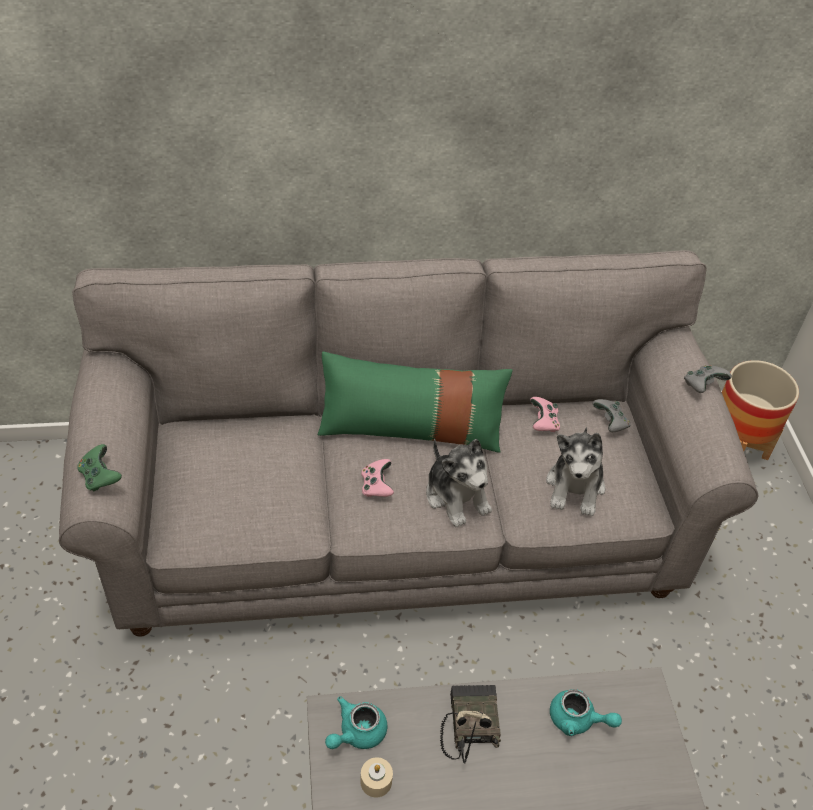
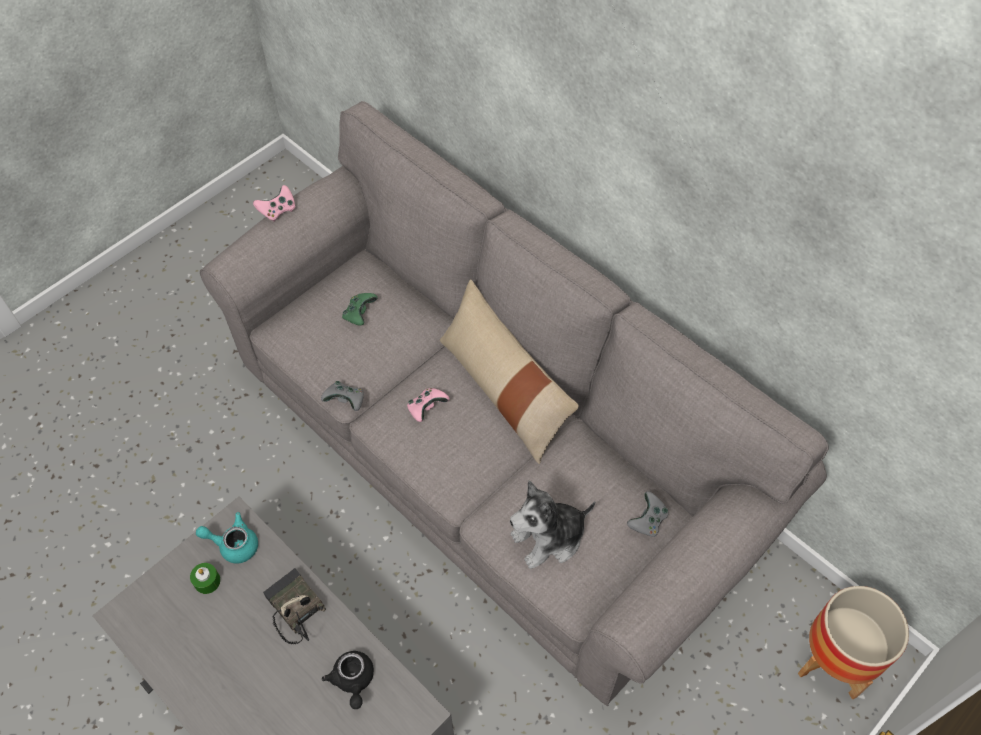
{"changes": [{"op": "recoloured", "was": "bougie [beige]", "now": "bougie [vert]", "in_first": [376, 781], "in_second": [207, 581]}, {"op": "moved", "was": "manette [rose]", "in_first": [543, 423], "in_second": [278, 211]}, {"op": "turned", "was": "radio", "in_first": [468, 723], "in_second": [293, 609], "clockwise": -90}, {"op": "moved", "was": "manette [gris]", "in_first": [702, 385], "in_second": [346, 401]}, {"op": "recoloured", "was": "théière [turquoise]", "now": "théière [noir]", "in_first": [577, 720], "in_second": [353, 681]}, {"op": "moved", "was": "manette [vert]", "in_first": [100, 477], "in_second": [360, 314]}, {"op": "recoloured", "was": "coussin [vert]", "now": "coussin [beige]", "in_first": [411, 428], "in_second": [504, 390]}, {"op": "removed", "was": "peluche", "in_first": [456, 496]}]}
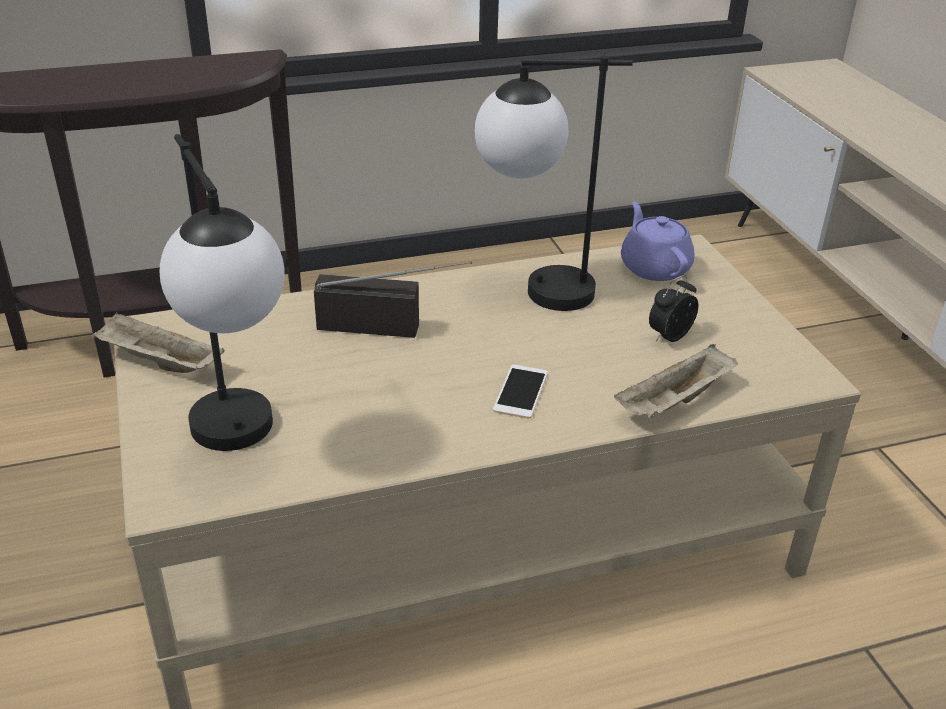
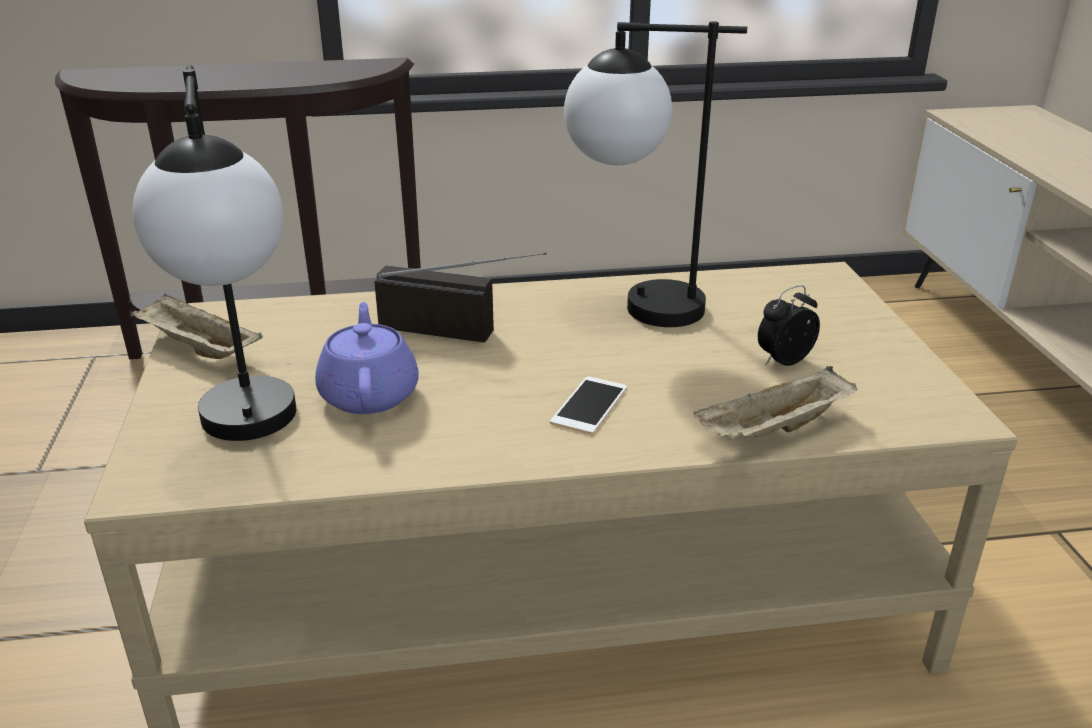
{"changes": [{"op": "moved", "was": "théière [violet]", "in_first": [654, 267], "in_second": [369, 394]}]}
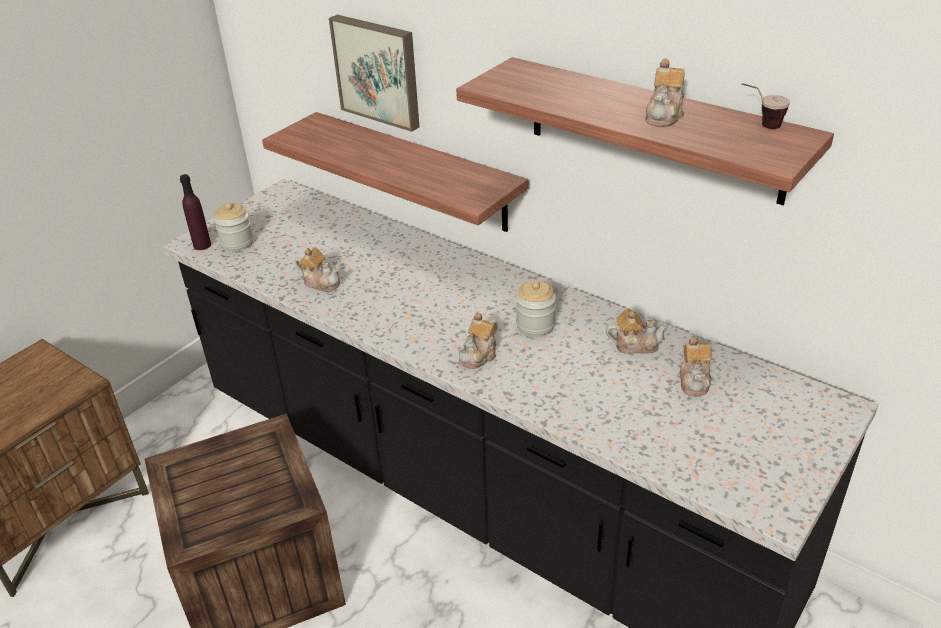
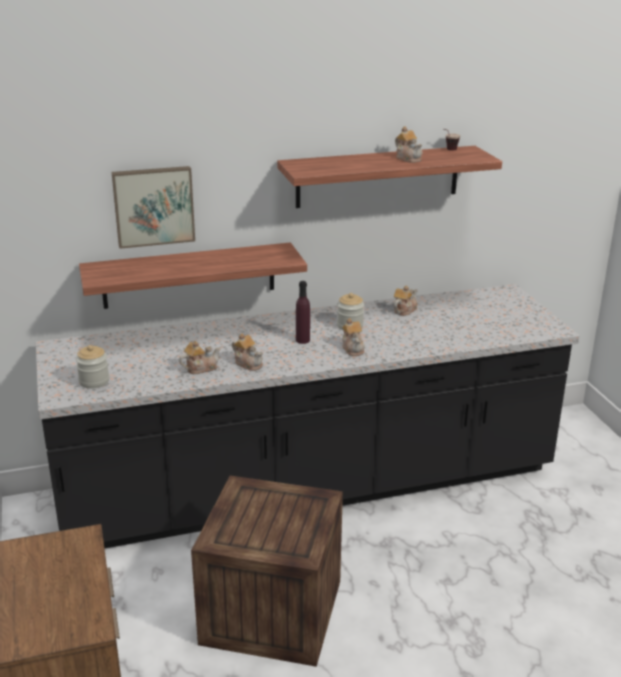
{"changes": [{"op": "moved", "was": "théière", "in_first": [694, 380], "in_second": [248, 363]}, {"op": "moved", "was": "bouteille [violet]", "in_first": [202, 245], "in_second": [302, 340]}]}
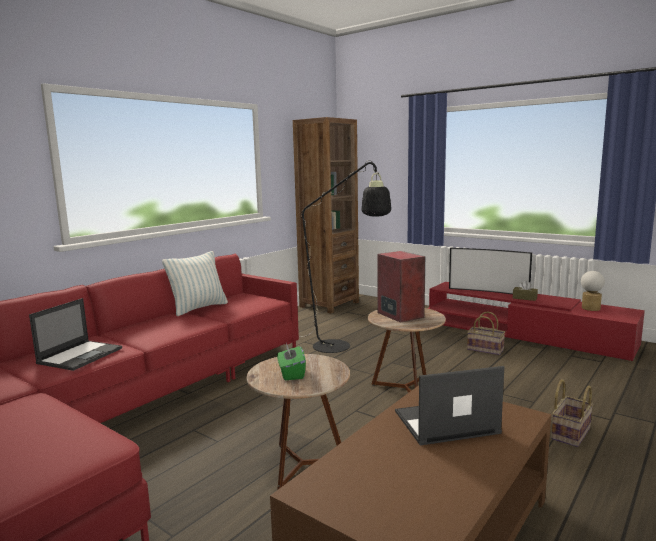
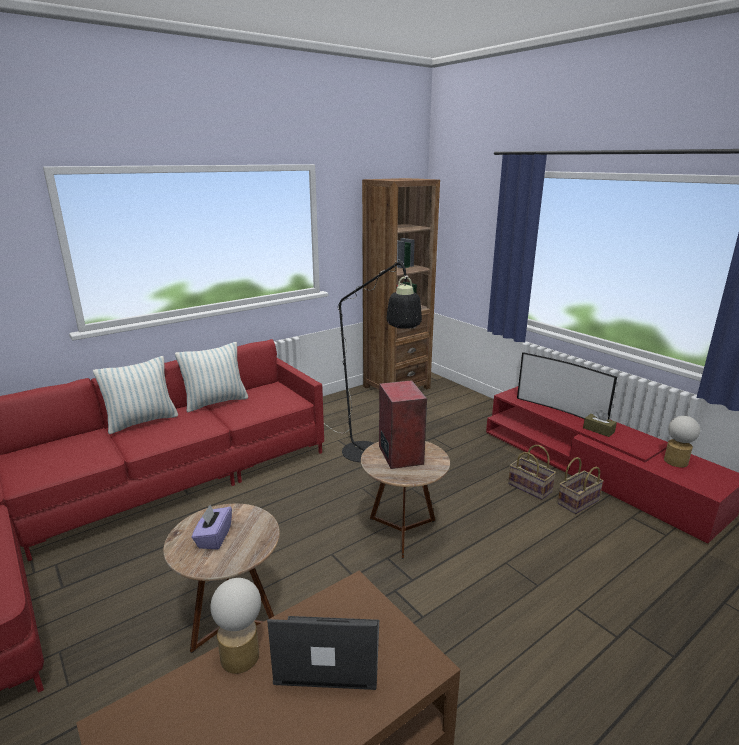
{"changes": [{"op": "added", "now": "coussin", "in_second": [142, 421]}, {"op": "recoloured", "was": "boîte à mouchoirs [vert]", "now": "boîte à mouchoirs [violet]", "in_first": [291, 373], "in_second": [214, 538]}, {"op": "added", "now": "lampe de table", "in_second": [241, 651]}, {"op": "moved", "was": "panier", "in_first": [570, 432], "in_second": [578, 501]}, {"op": "removed", "was": "ordinateur portable", "in_first": [81, 355]}]}
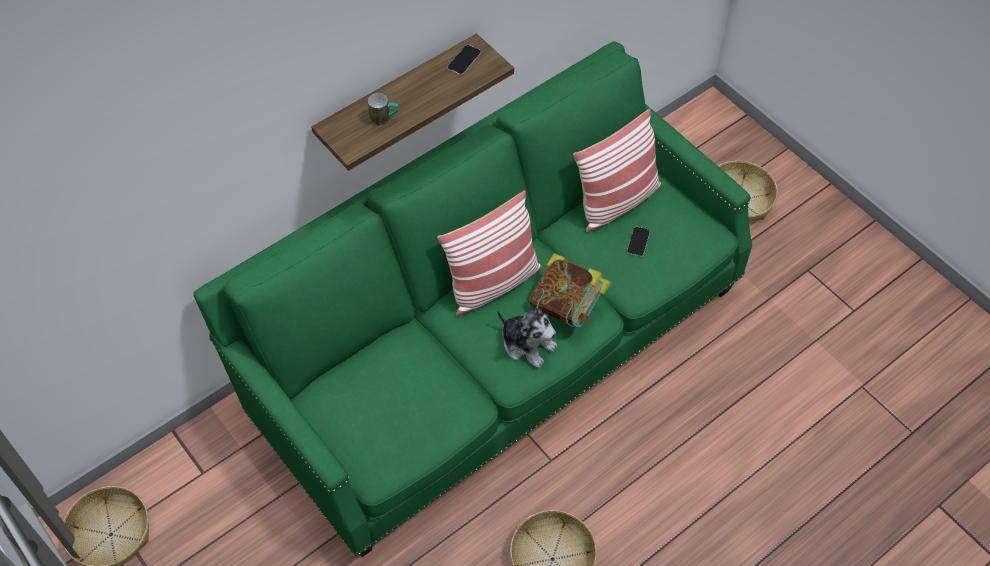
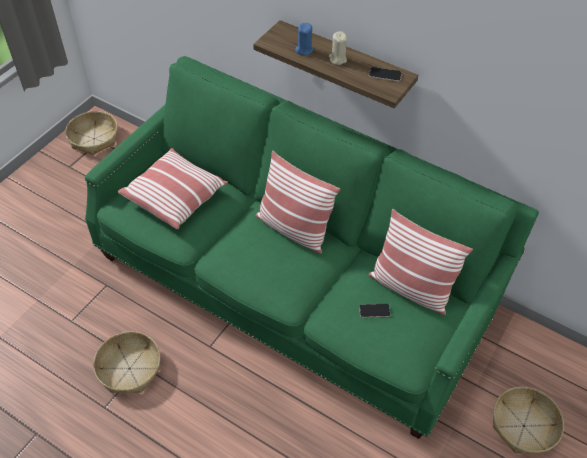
{"changes": [{"op": "added", "now": "coussin", "in_second": [175, 197]}, {"op": "replaced", "was": "mug", "now": "bougie [bleu]", "in_first": [384, 119], "in_second": [304, 50]}, {"op": "added", "now": "bougie [beige]", "in_second": [337, 59]}, {"op": "removed", "was": "peluche", "in_first": [527, 344]}, {"op": "removed", "was": "livre", "in_first": [567, 307]}]}
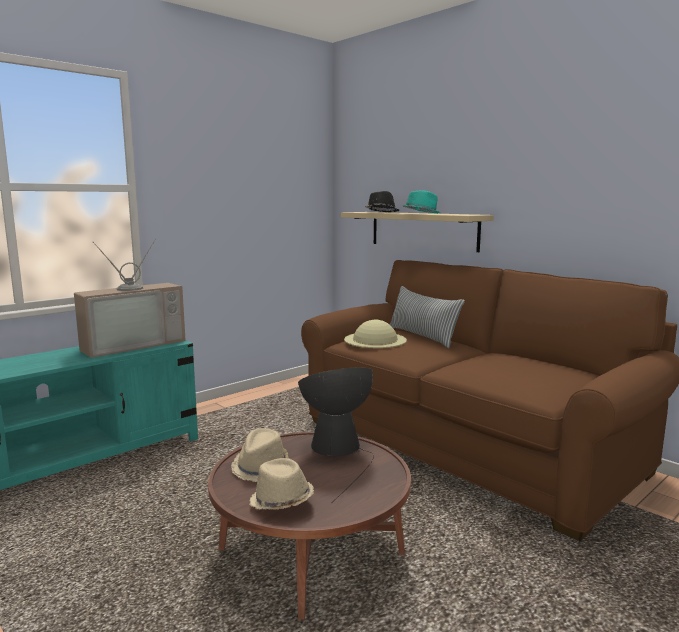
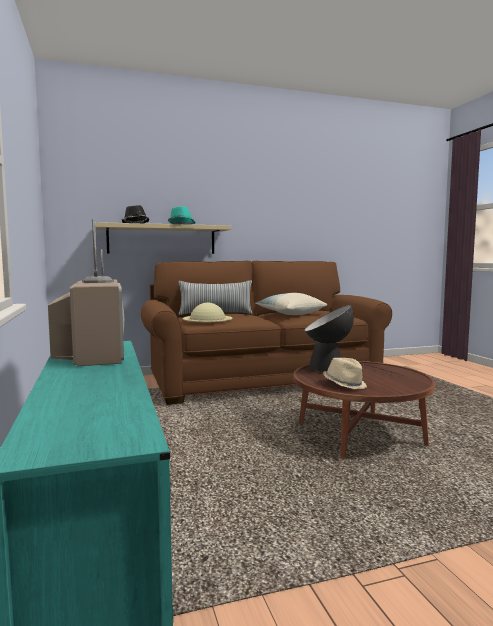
{"changes": [{"op": "added", "now": "coussin", "in_second": [290, 314]}, {"op": "removed", "was": "chapeau [beige]", "in_first": [281, 501]}]}
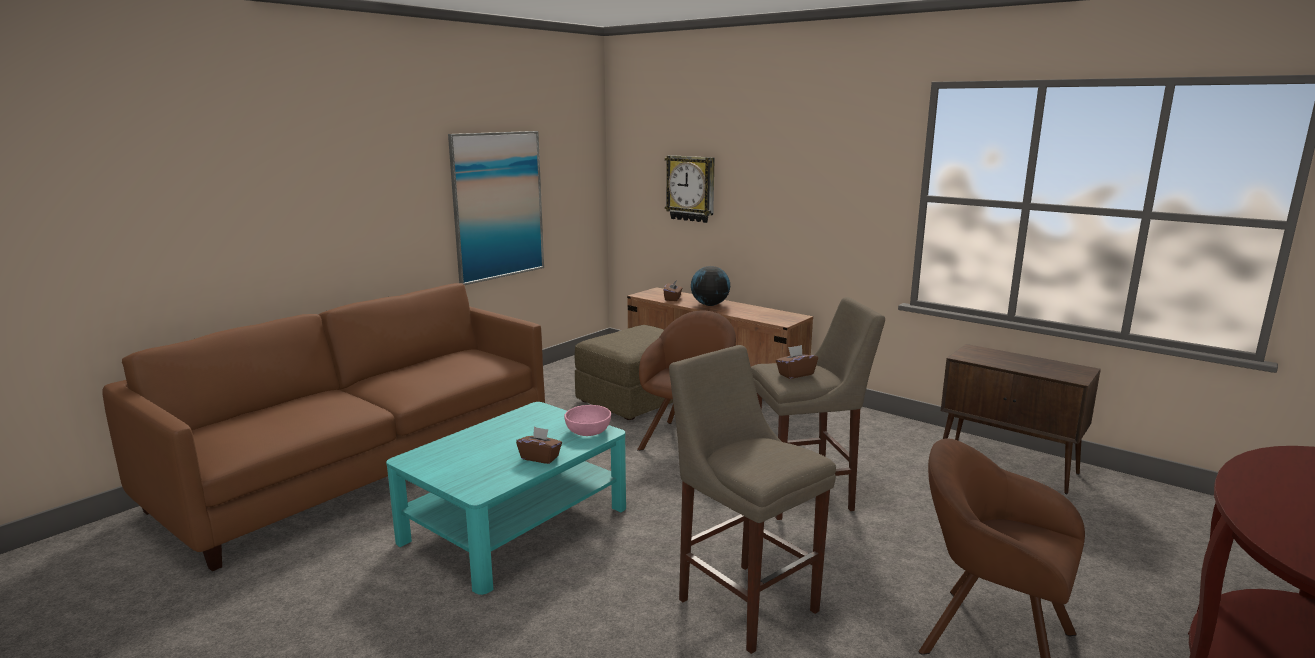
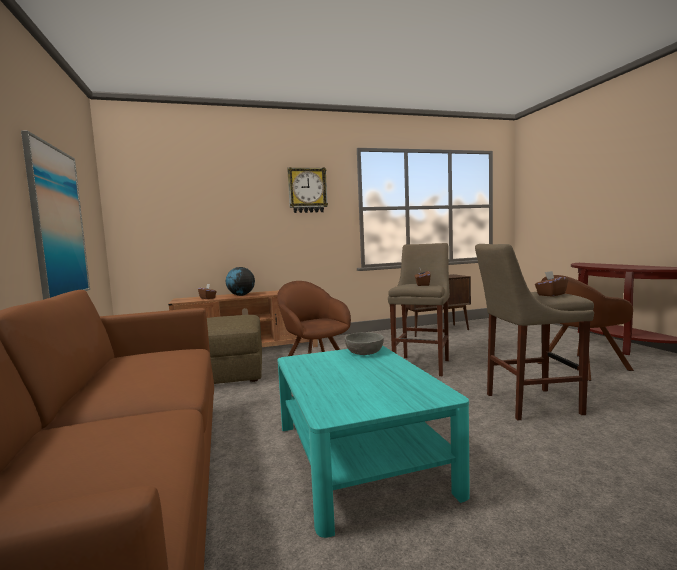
{"changes": [{"op": "moved", "was": "horloge murale", "in_first": [691, 188], "in_second": [307, 190]}, {"op": "recoloured", "was": "bol [rose]", "now": "bol [gris]", "in_first": [588, 431], "in_second": [364, 352]}, {"op": "moved", "was": "boîte à mouchoirs [marron]", "in_first": [540, 458], "in_second": [551, 294]}]}
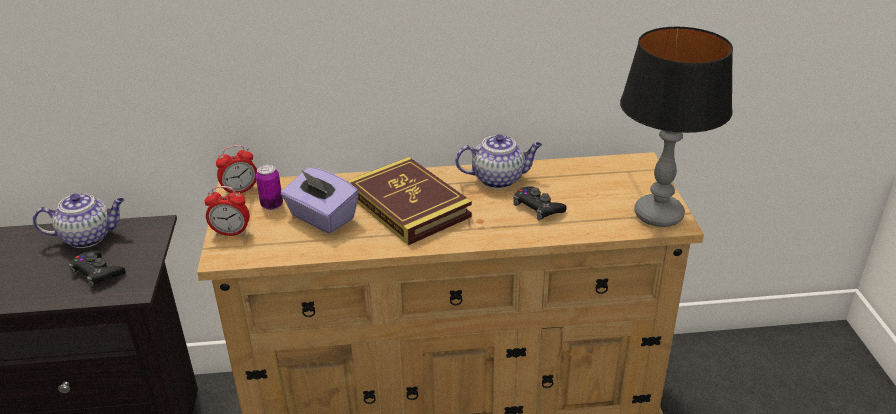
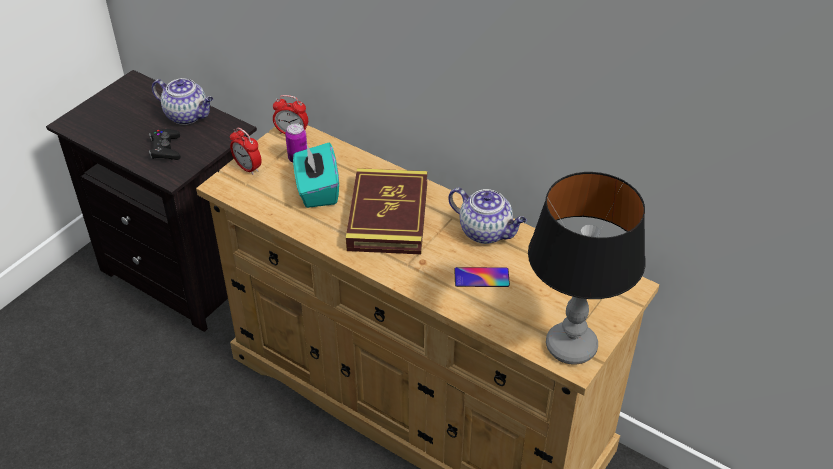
{"changes": [{"op": "recoloured", "was": "boîte à mouchoirs [violet]", "now": "boîte à mouchoirs [turquoise]", "in_first": [321, 218], "in_second": [317, 190]}, {"op": "replaced", "was": "manette [noir]", "now": "téléphone", "in_first": [538, 207], "in_second": [481, 277]}]}
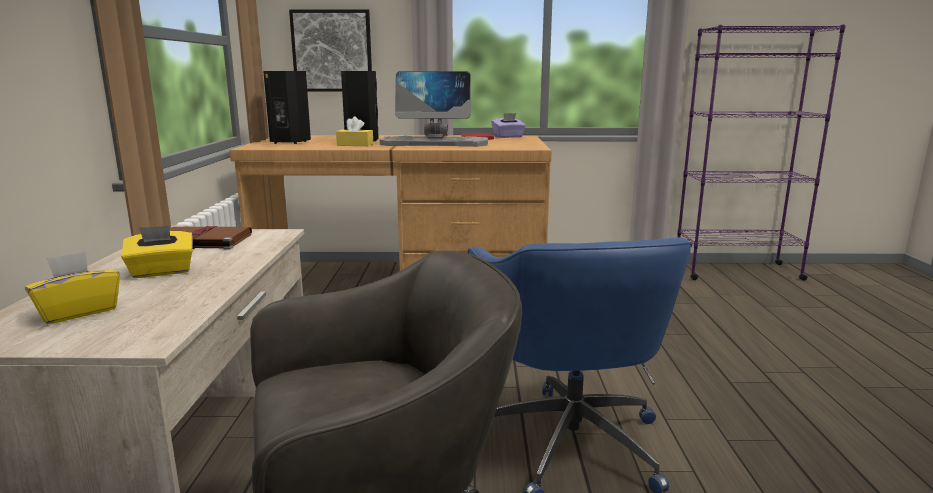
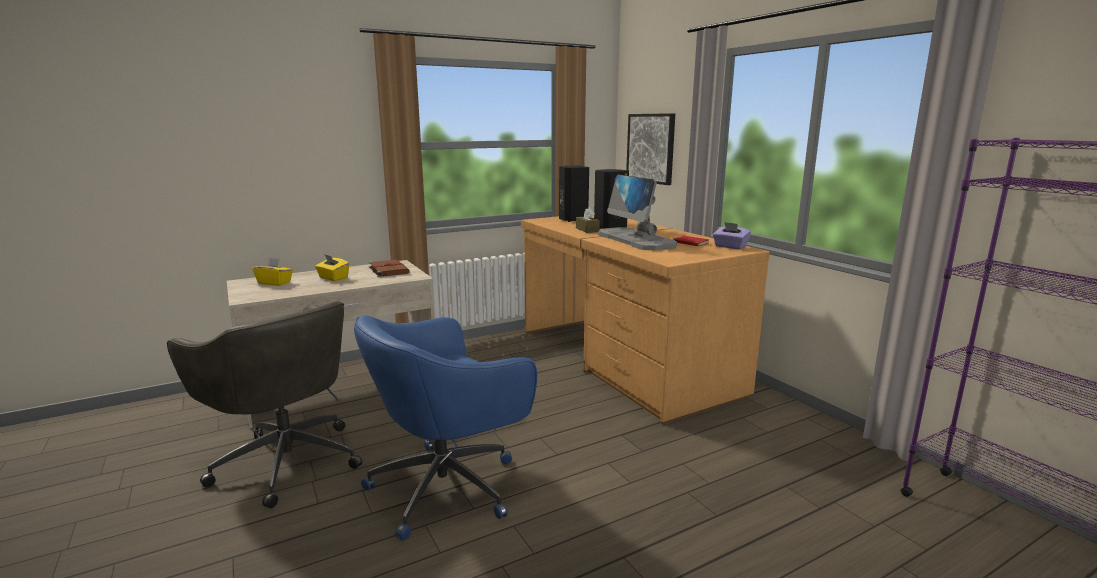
{"changes": [{"op": "recoloured", "was": "boîte à mouchoirs [jaune]", "now": "boîte à mouchoirs [marron]", "in_first": [355, 145], "in_second": [587, 230]}]}
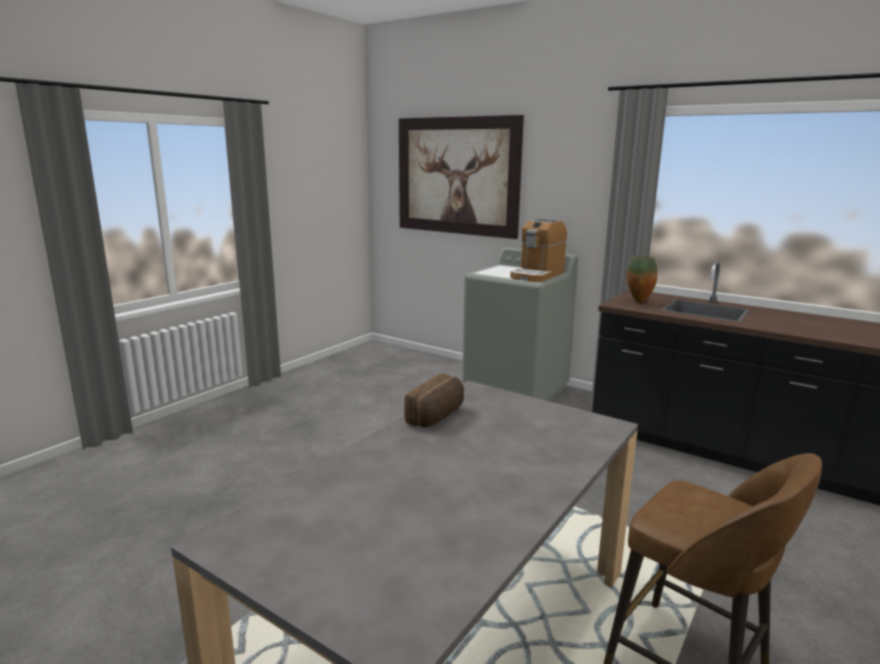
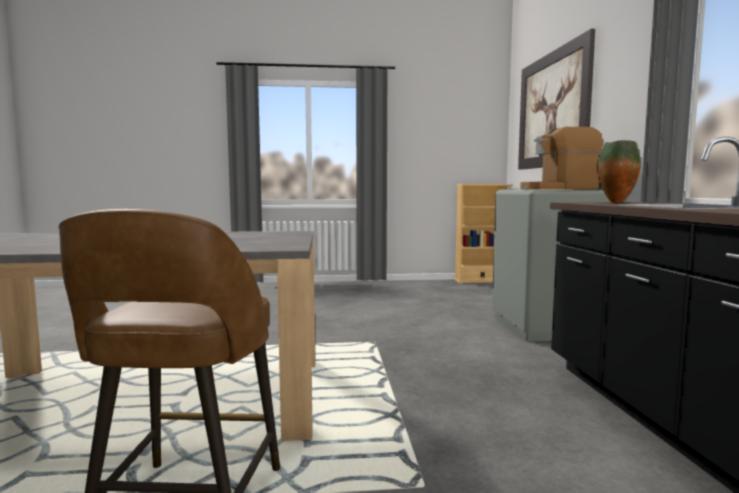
{"changes": [{"op": "added", "now": "bibliothèque [beige]", "in_second": [480, 281]}, {"op": "removed", "was": "pain", "in_first": [438, 416]}]}
